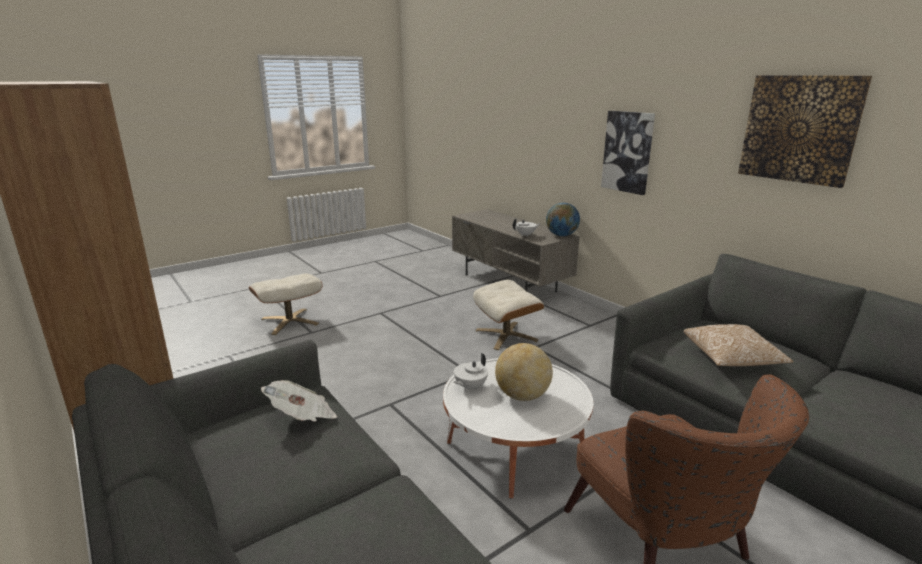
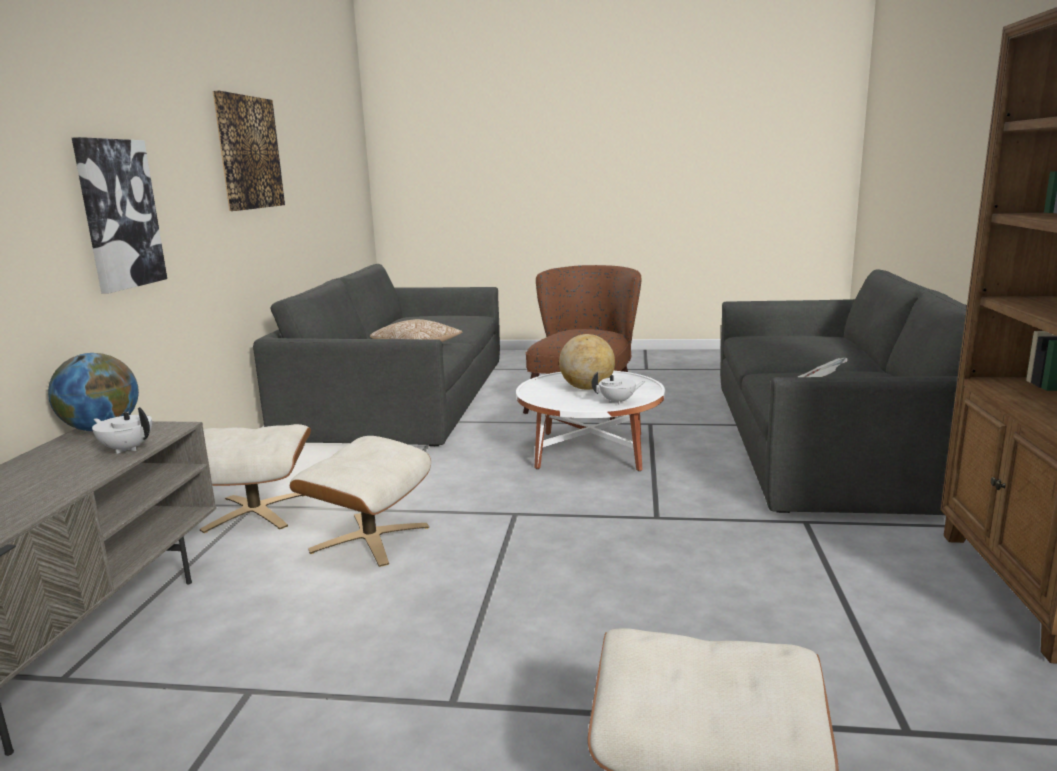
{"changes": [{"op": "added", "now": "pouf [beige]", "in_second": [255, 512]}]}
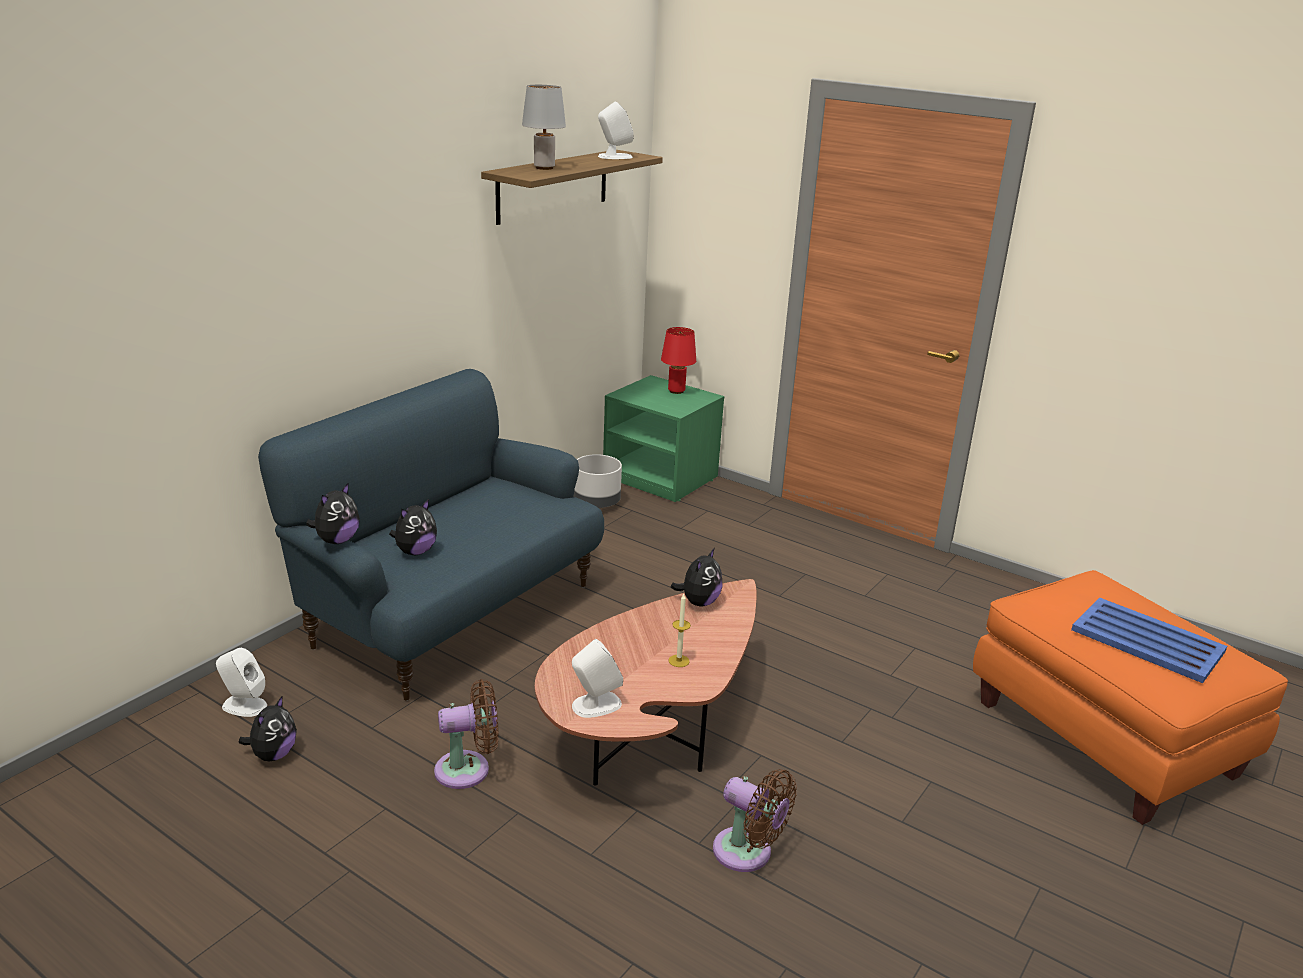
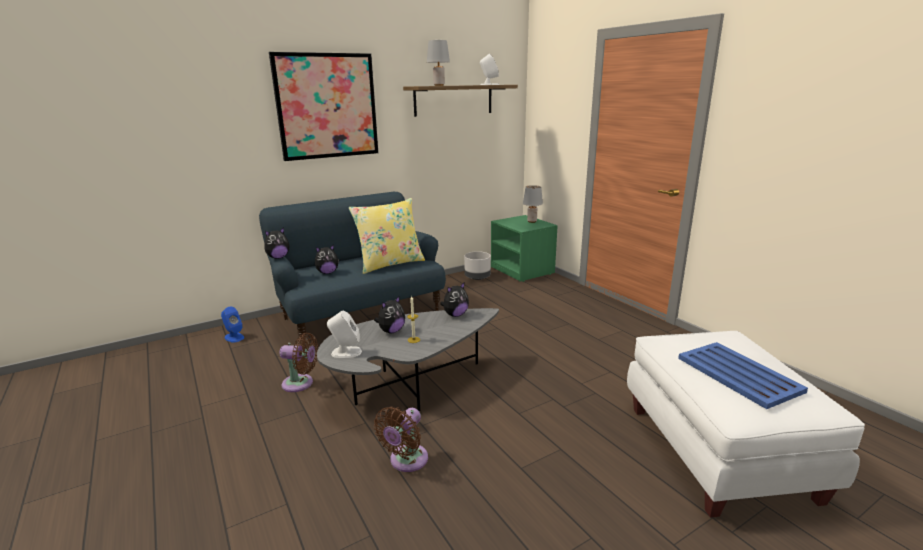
{"changes": [{"op": "recoloured", "was": "enceinte [blanc]", "now": "enceinte [bleu]", "in_first": [244, 705], "in_second": [234, 337]}, {"op": "added", "now": "tableau", "in_second": [327, 106]}, {"op": "recoloured", "was": "table basse [marron]", "now": "table basse [gris]", "in_first": [651, 733], "in_second": [409, 386]}, {"op": "added", "now": "coussin [jaune]", "in_second": [390, 264]}, {"op": "moved", "was": "peluche", "in_first": [273, 754], "in_second": [391, 331]}, {"op": "turned", "was": "ventilateur [marron]", "in_first": [747, 853], "in_second": [406, 461], "clockwise": 60}, {"op": "recoloured", "was": "lampe de table [rouge]", "now": "lampe de table [gris]", "in_first": [677, 391], "in_second": [532, 221]}, {"op": "recoloured", "was": "pouf [orange]", "now": "pouf [blanc]", "in_first": [1106, 738], "in_second": [719, 452]}]}
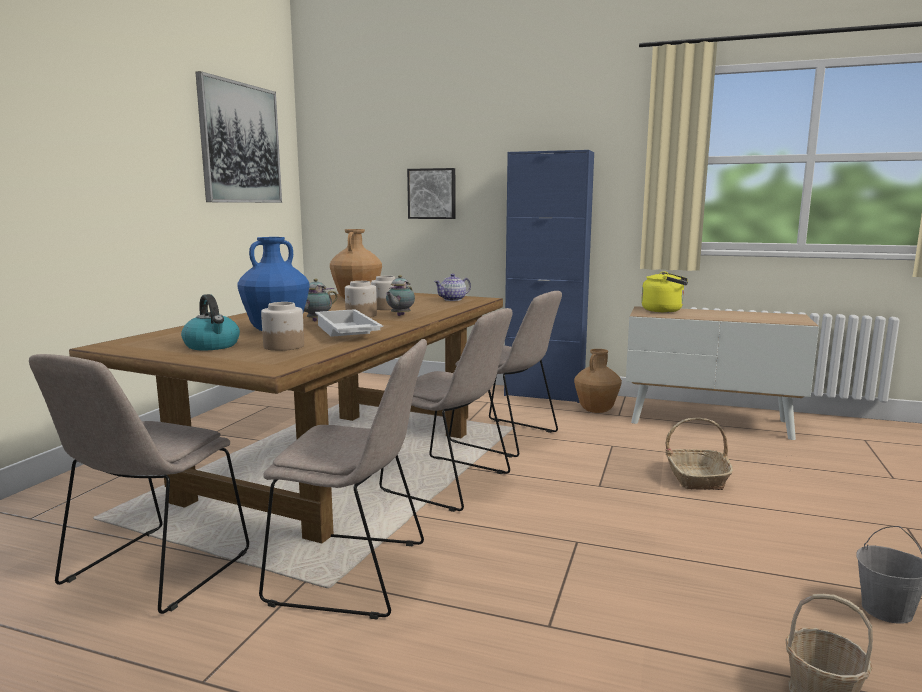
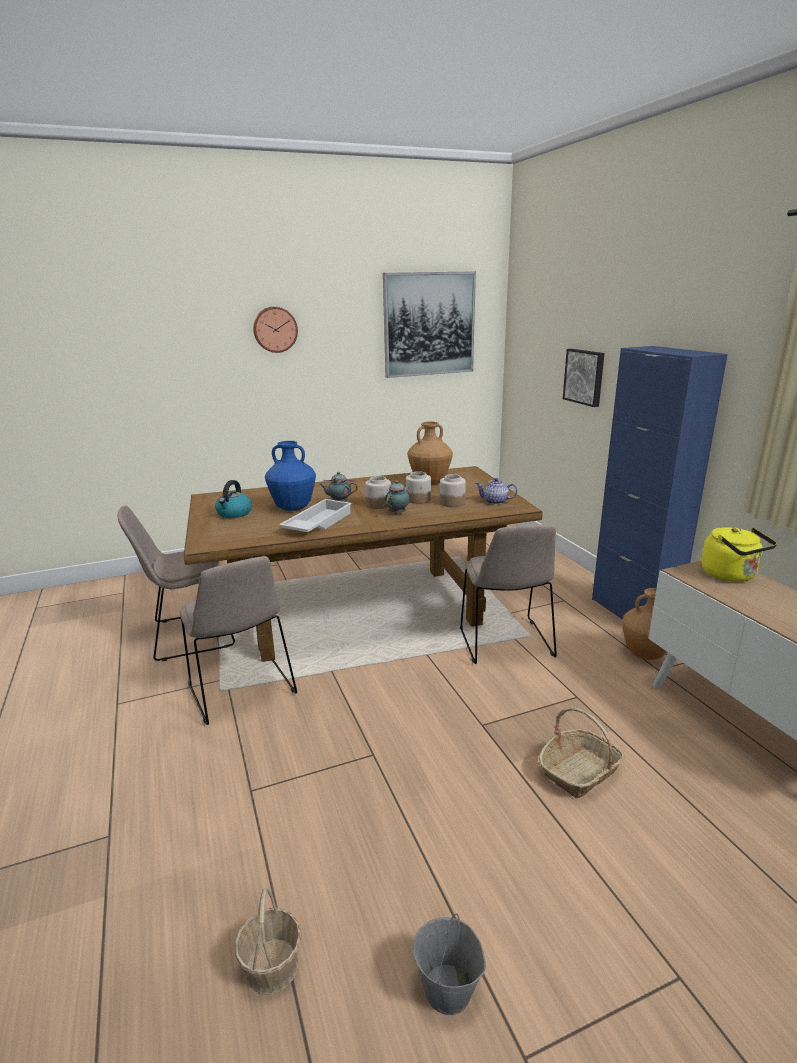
{"changes": [{"op": "added", "now": "horloge murale", "in_second": [275, 329]}, {"op": "turned", "was": "théière", "in_first": [399, 315], "in_second": [398, 513], "clockwise": 135}, {"op": "moved", "was": "bocal", "in_first": [283, 346], "in_second": [452, 503]}, {"op": "removed", "was": "chaise [beige]", "in_first": [450, 484]}]}
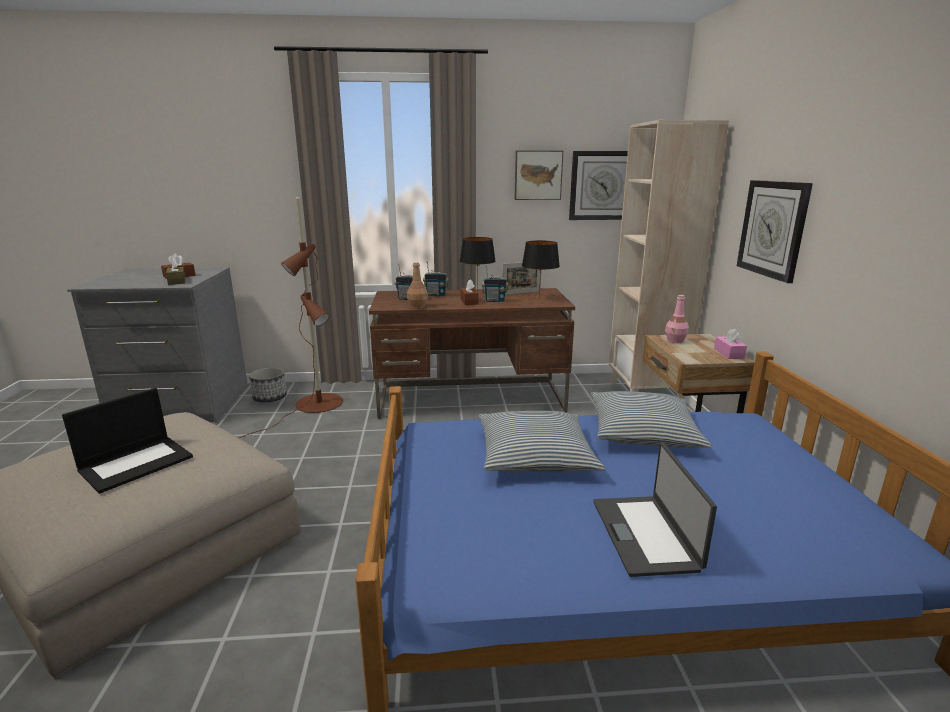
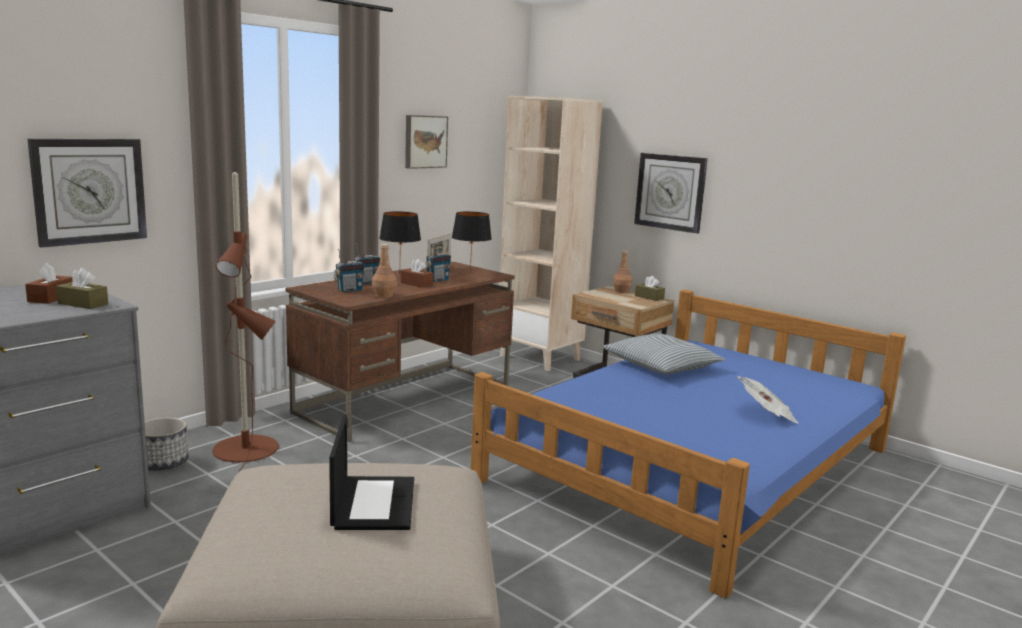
{"changes": [{"op": "moved", "was": "horloge murale", "in_first": [603, 186], "in_second": [89, 191]}, {"op": "added", "now": "bouteille [marron]", "in_second": [621, 291]}, {"op": "recoloured", "was": "boîte à mouchoirs [rose]", "now": "boîte à mouchoirs [marron]", "in_first": [728, 353], "in_second": [649, 297]}, {"op": "replaced", "was": "ordinateur portable", "now": "journal", "in_first": [646, 534], "in_second": [766, 415]}, {"op": "removed", "was": "coussin", "in_first": [535, 455]}, {"op": "removed", "was": "bouteille [rose]", "in_first": [675, 341]}]}
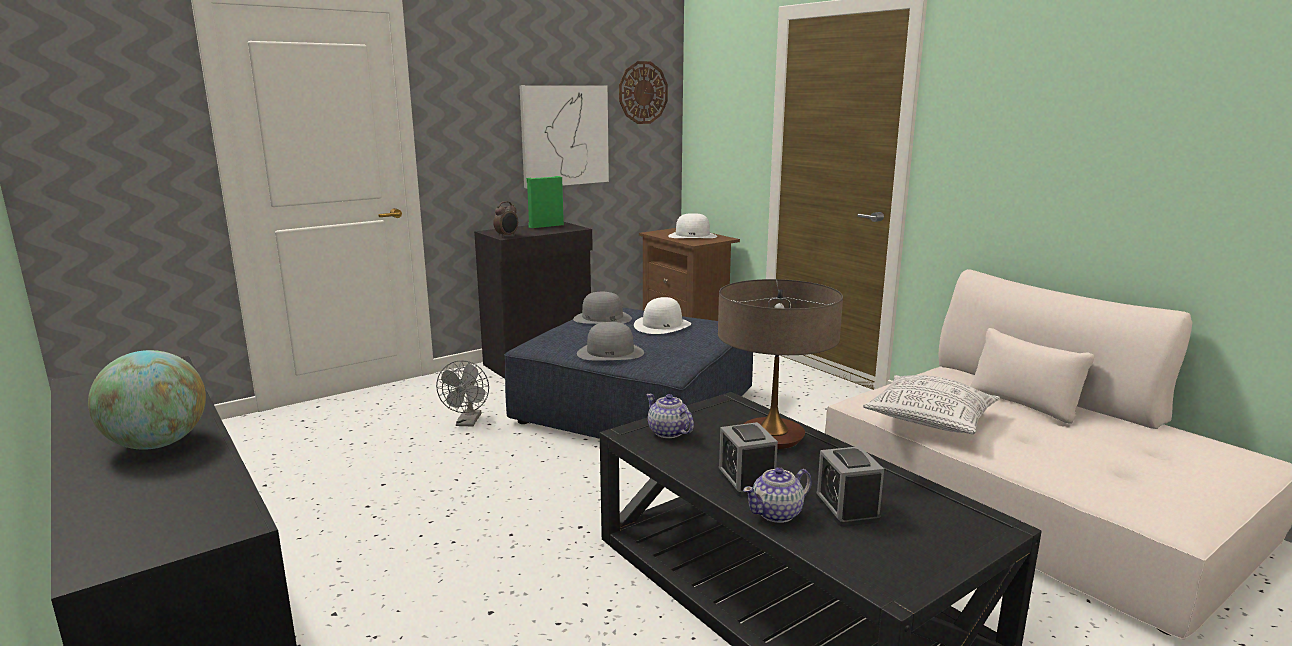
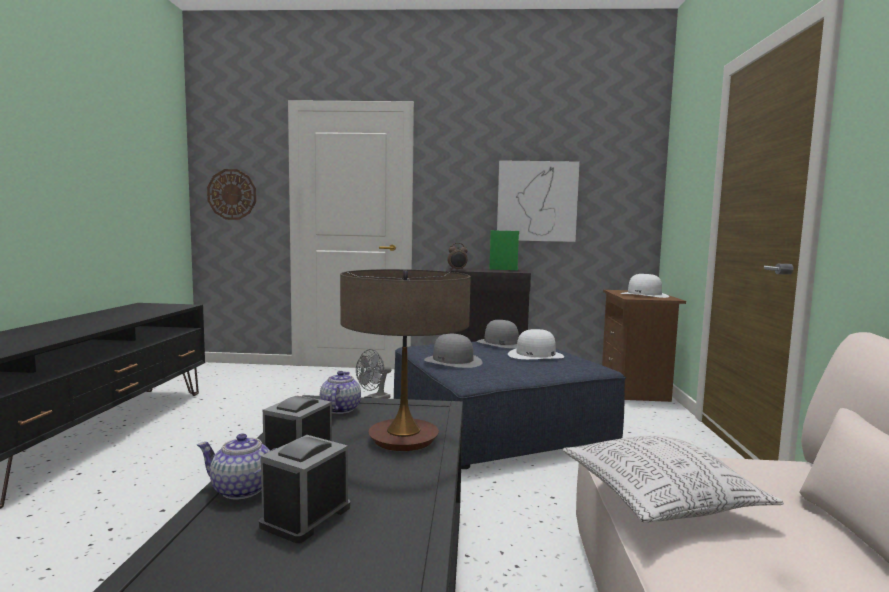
{"changes": [{"op": "moved", "was": "horloge murale", "in_first": [643, 92], "in_second": [232, 194]}, {"op": "removed", "was": "globe", "in_first": [158, 444]}]}
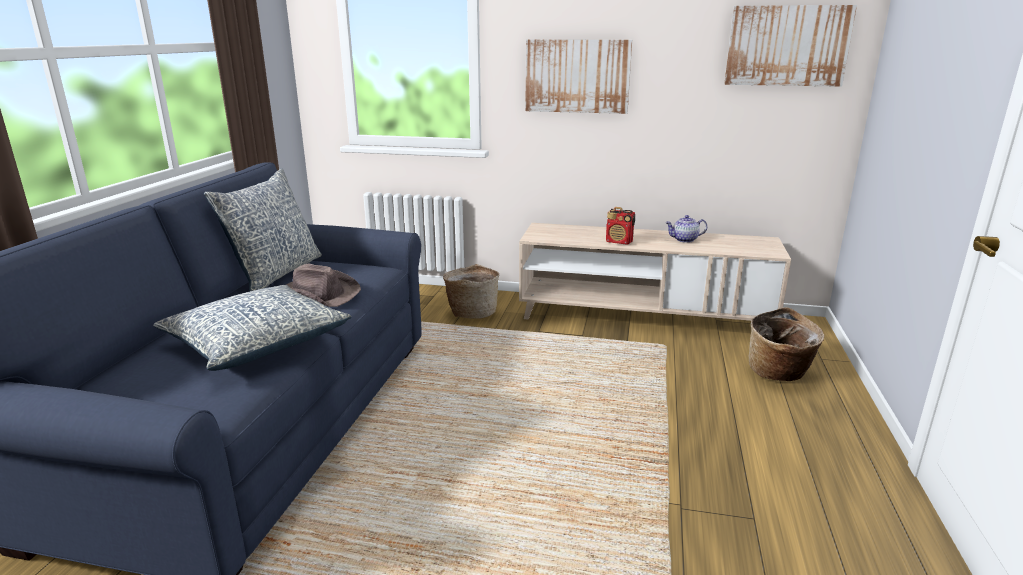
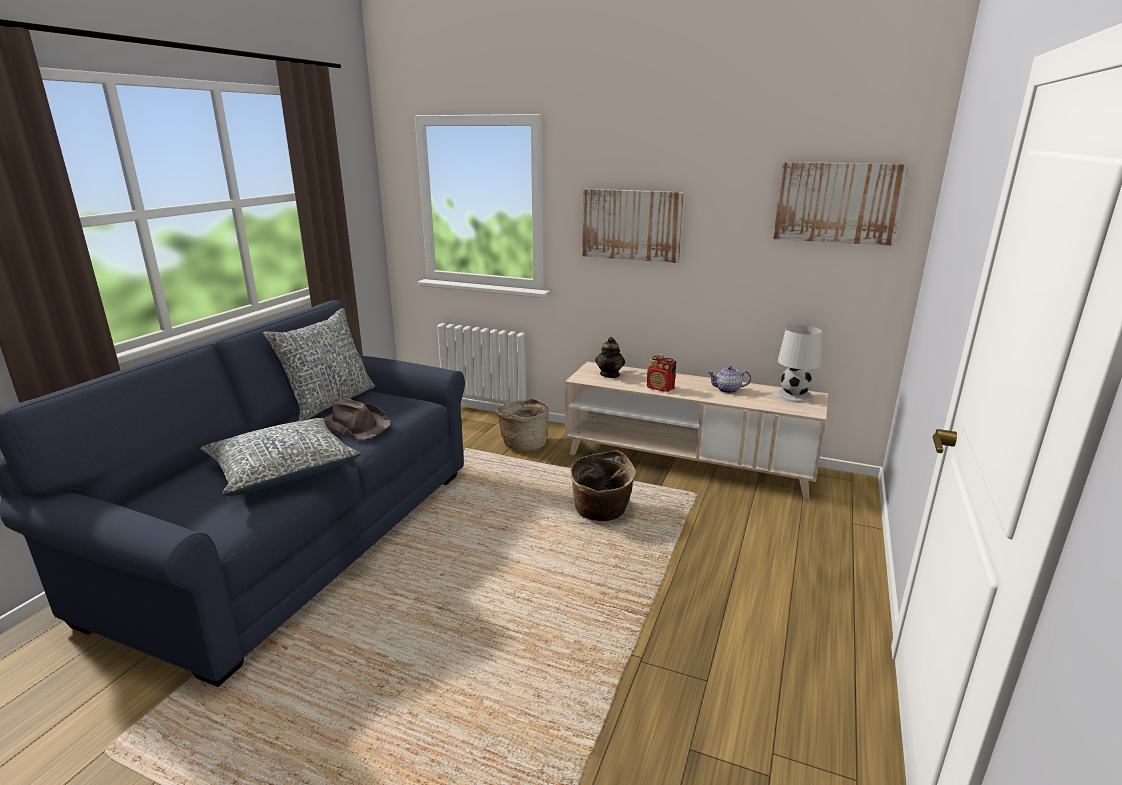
{"changes": [{"op": "moved", "was": "panier", "in_first": [778, 373], "in_second": [601, 513]}, {"op": "added", "now": "théière", "in_second": [610, 374]}, {"op": "added", "now": "lampe de table [blanc]", "in_second": [793, 396]}]}
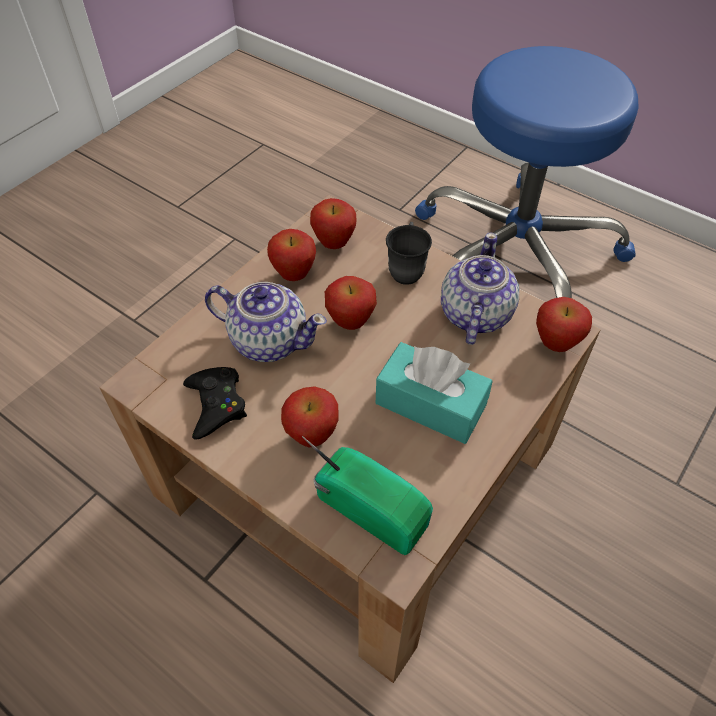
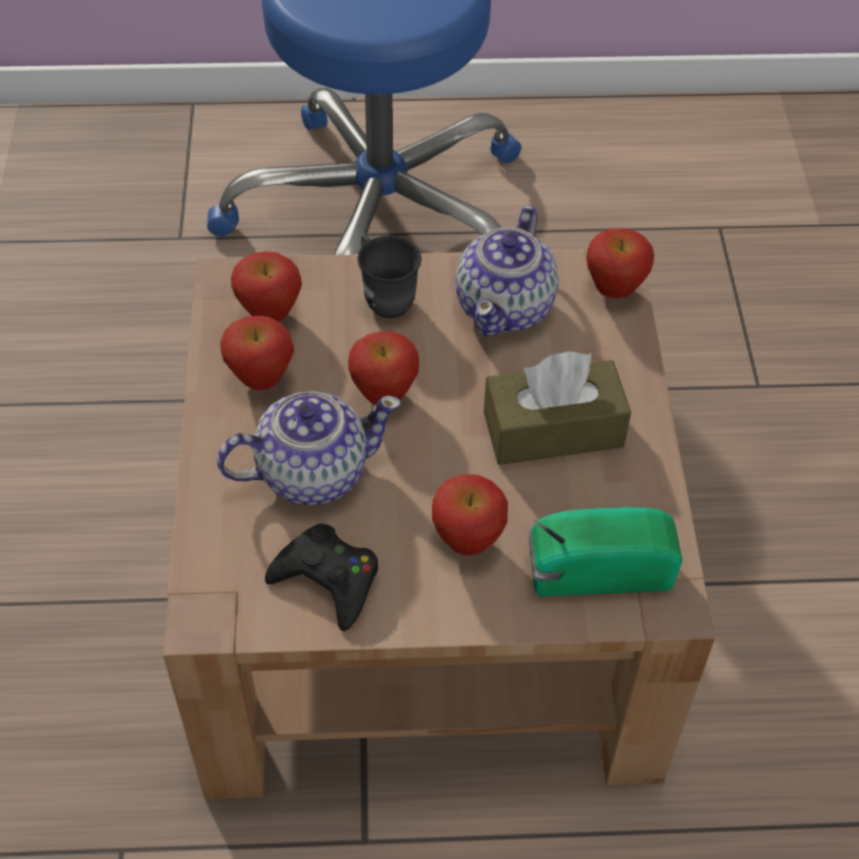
{"changes": [{"op": "turned", "was": "théière", "in_first": [474, 315], "in_second": [506, 307], "clockwise": -135}, {"op": "recoloured", "was": "boîte à mouchoirs [turquoise]", "now": "boîte à mouchoirs [marron]", "in_first": [430, 404], "in_second": [553, 429]}]}
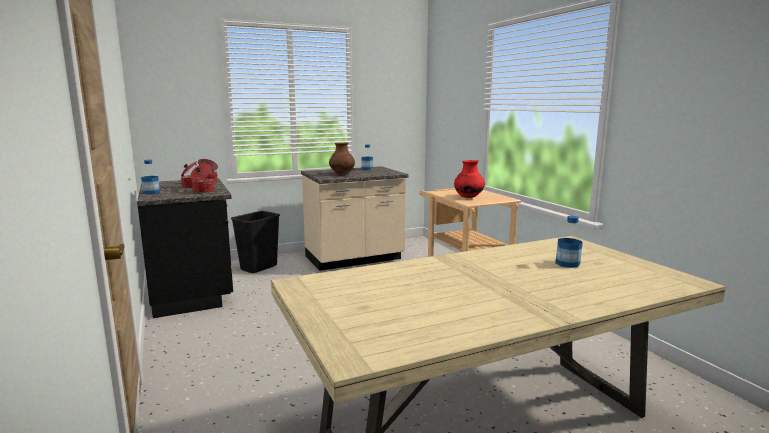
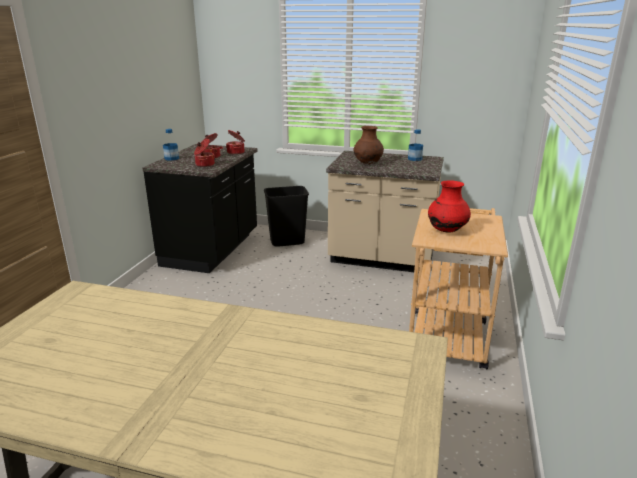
{"changes": [{"op": "removed", "was": "bouteille", "in_first": [567, 263]}]}
